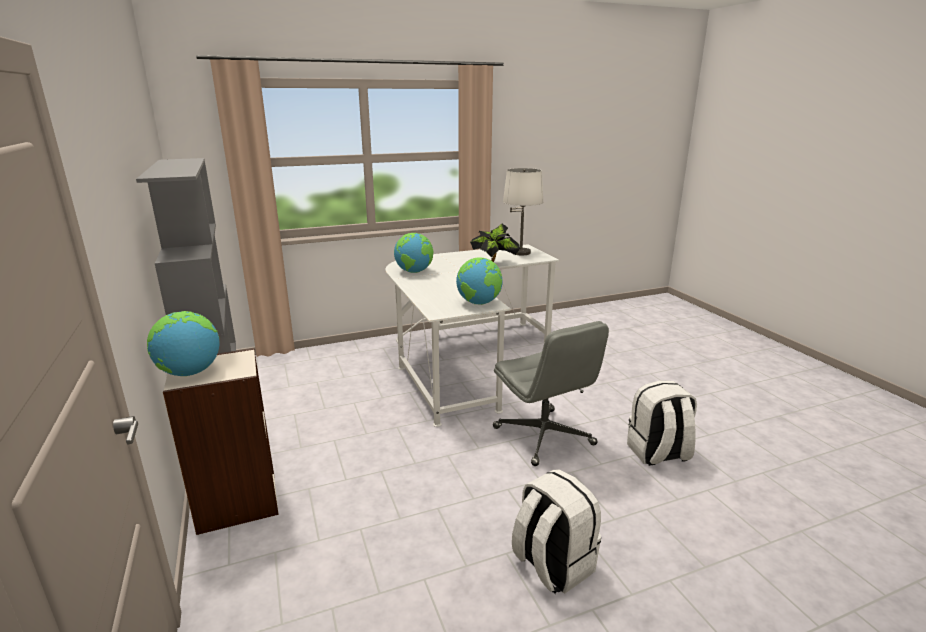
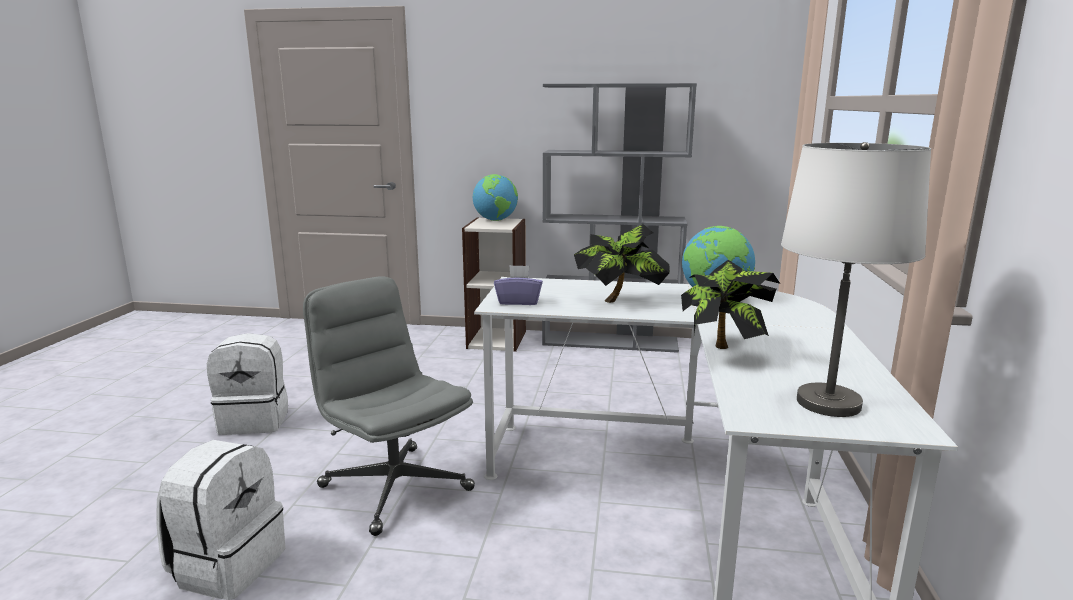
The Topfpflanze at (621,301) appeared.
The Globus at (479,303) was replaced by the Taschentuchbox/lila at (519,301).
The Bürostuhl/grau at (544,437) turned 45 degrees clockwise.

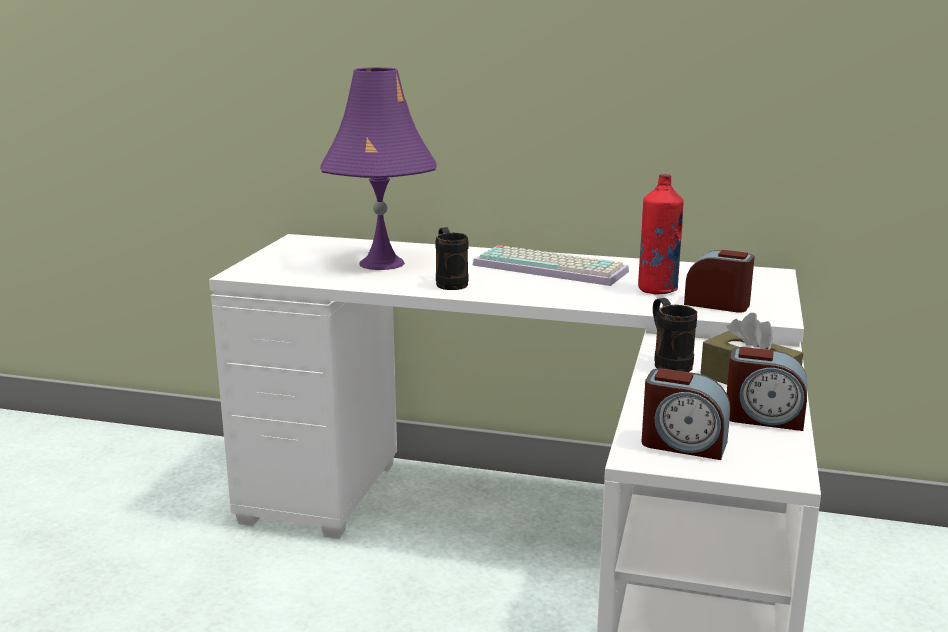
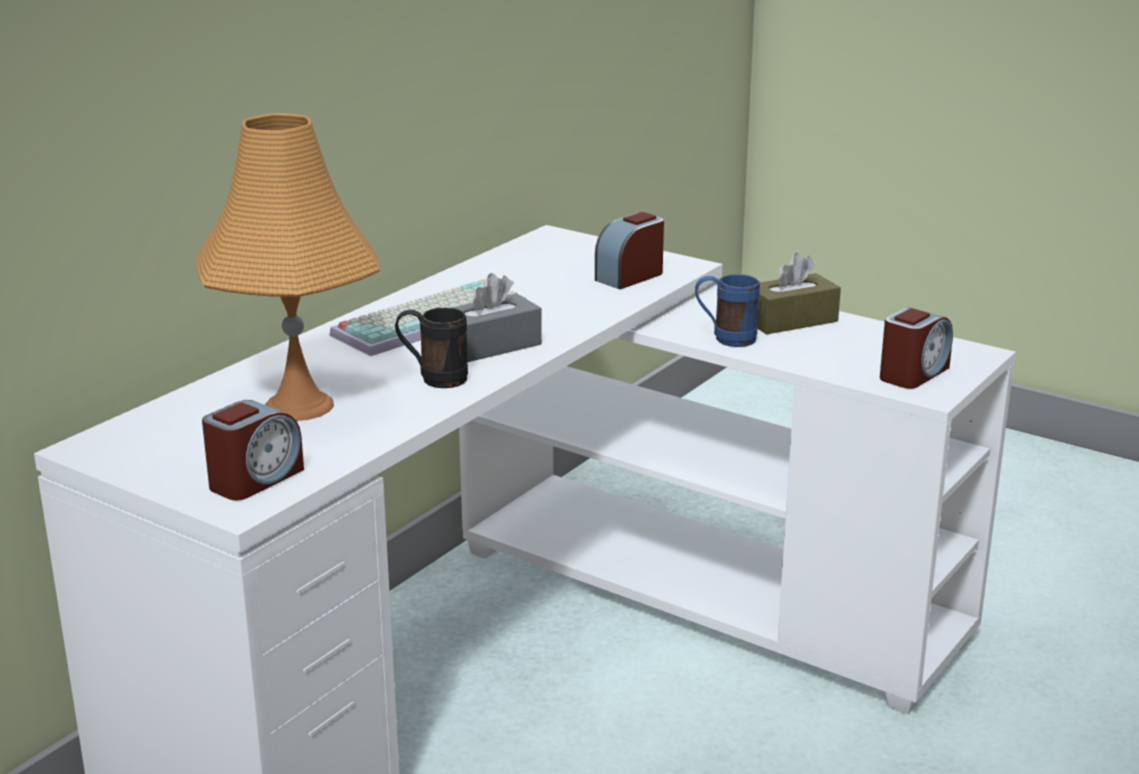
The Flasche/rot at (657,290) disappeared.
The Taschentuchbox/grau at (490,346) appeared.
The Wecker moved from (763,418) to (255,479).
The Tischlampe/lila at (381,263) became the Tischlampe/orange at (299,406).
The Henkelbecher/schwarz at (668,363) became the Henkelbecher/blau at (725,339).

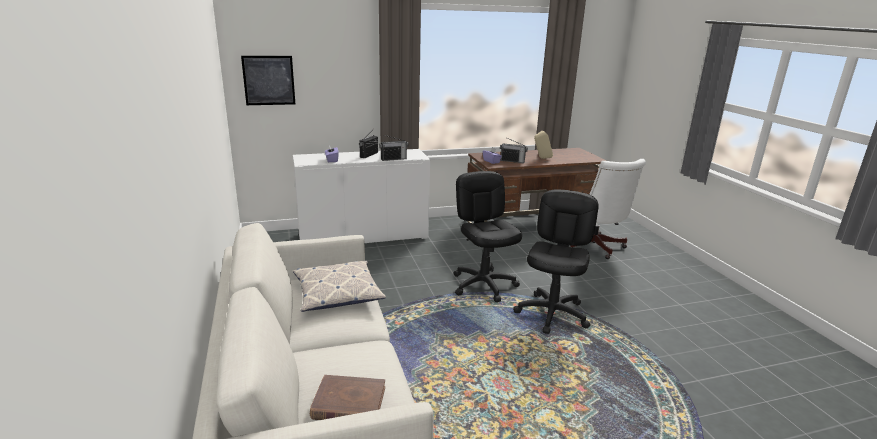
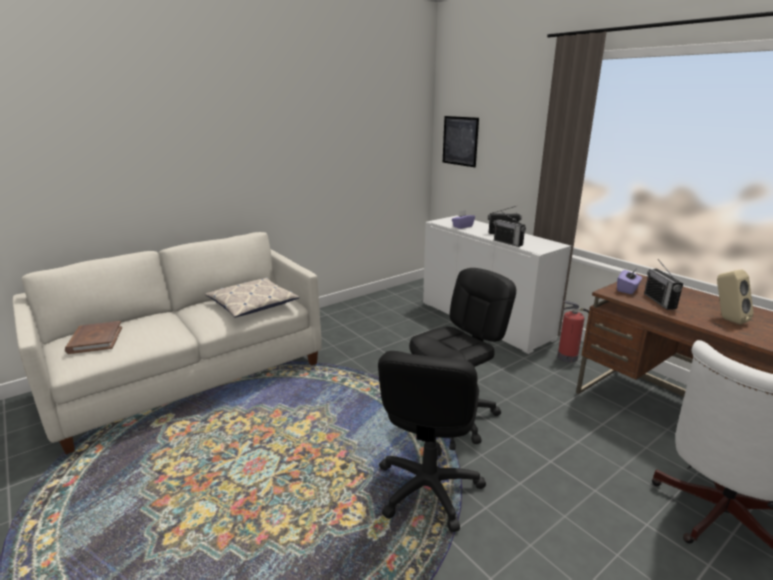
The Feuerlöscher at (568,357) appeared.
The Bürostuhl/schwarz at (552,314) turned 105 degrees clockwise.

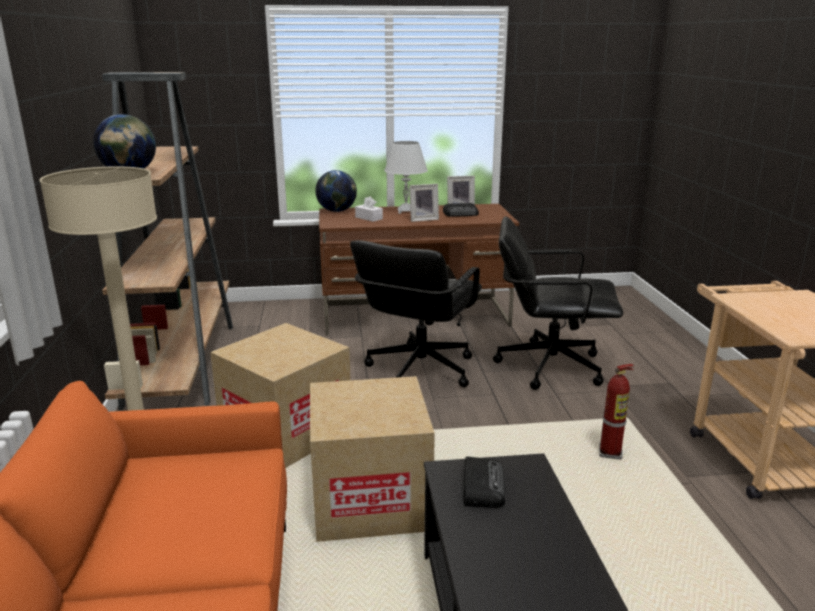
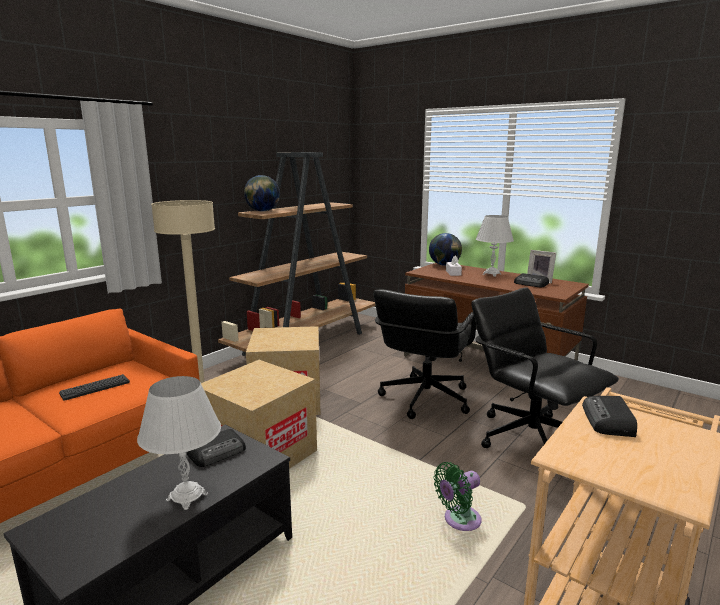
The Bilderrahmen at (423,219) disappeared.
The Tastatur at (95,388) appeared.
The Tischlampe/weiß at (187,497) appeared.
The Radio at (608,421) appeared.
The Feuerlöscher at (610,453) was replaced by the Ventilator/grün at (459,520).
The Bürostuhl/schwarz at (419,370) turned 45 degrees counterclockwise.

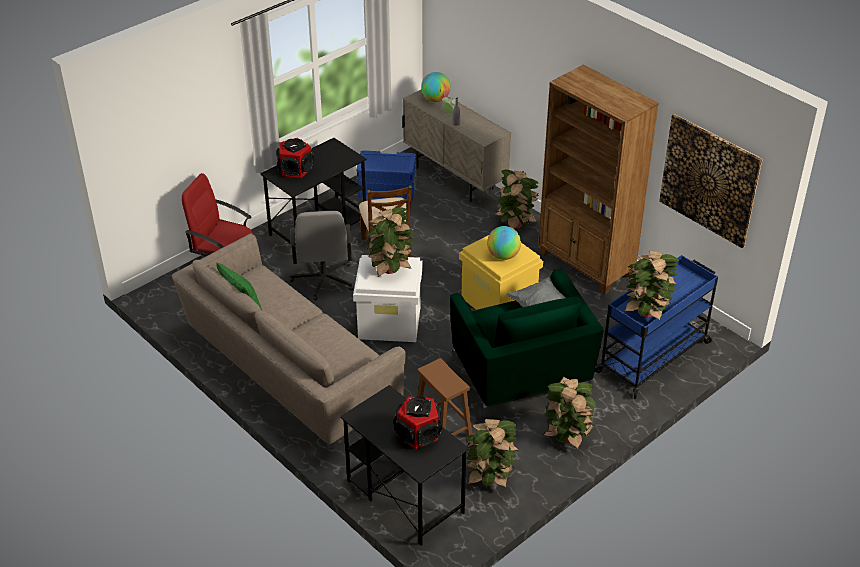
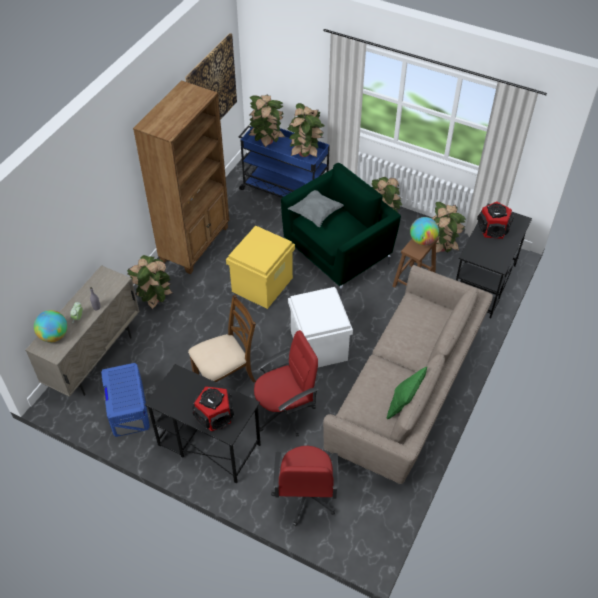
The Topfpflanze moved from (391,269) to (267,140).
The Globus moved from (503,256) to (422,241).
The Bürostuhl/grau at (323,280) became the Bürostuhl/rot at (285,411).

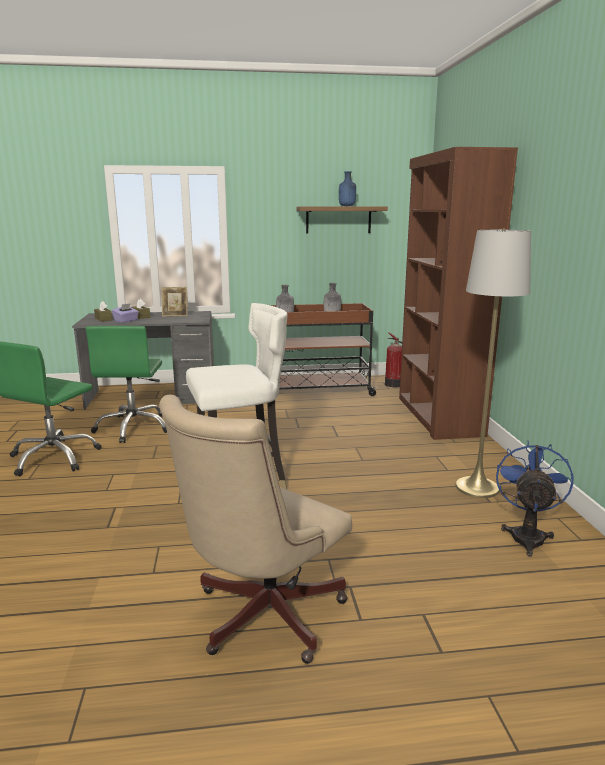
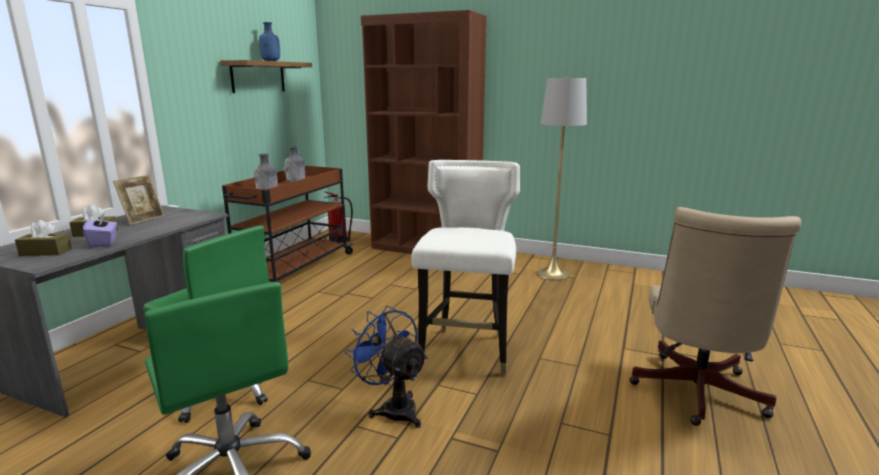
The Ventilator/blau moved from (527,535) to (393,407).
The Bürostuhl/beige at (261,617) turned 45 degrees clockwise.

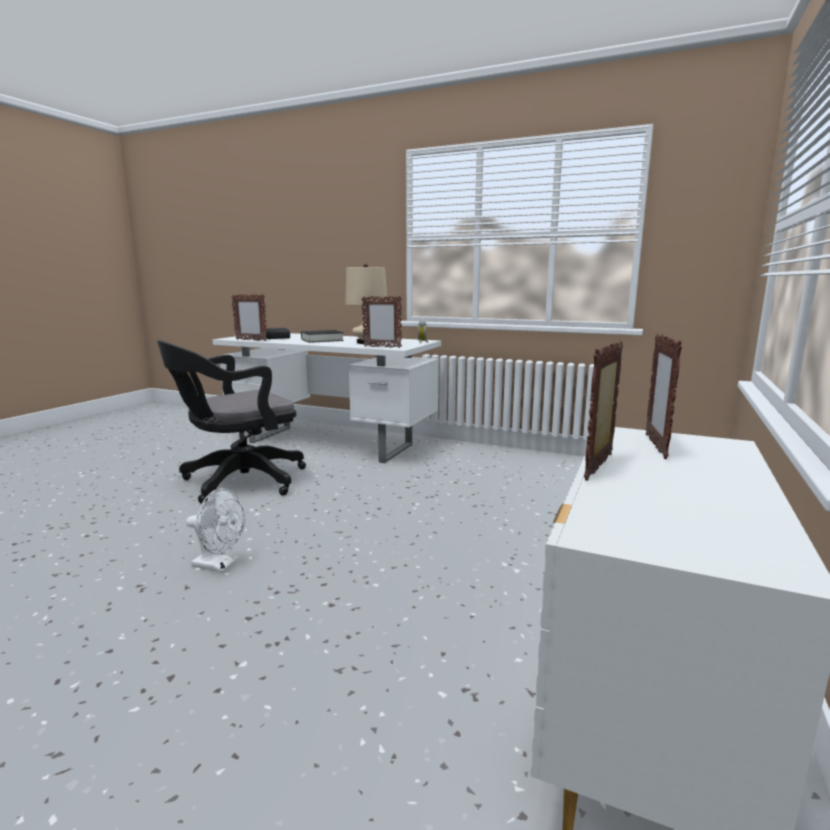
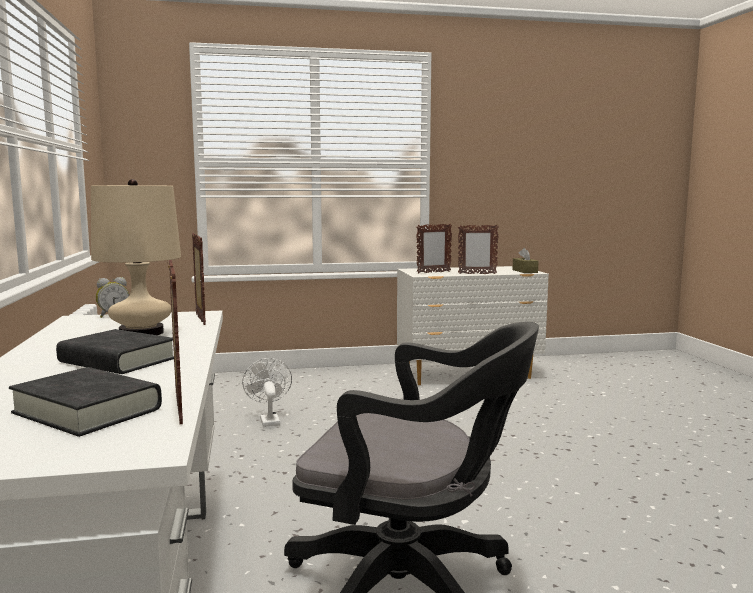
The Taschentuchbox/braun at (525,271) appeared.
The Ventilator/weiß moved from (220,565) to (268,420).

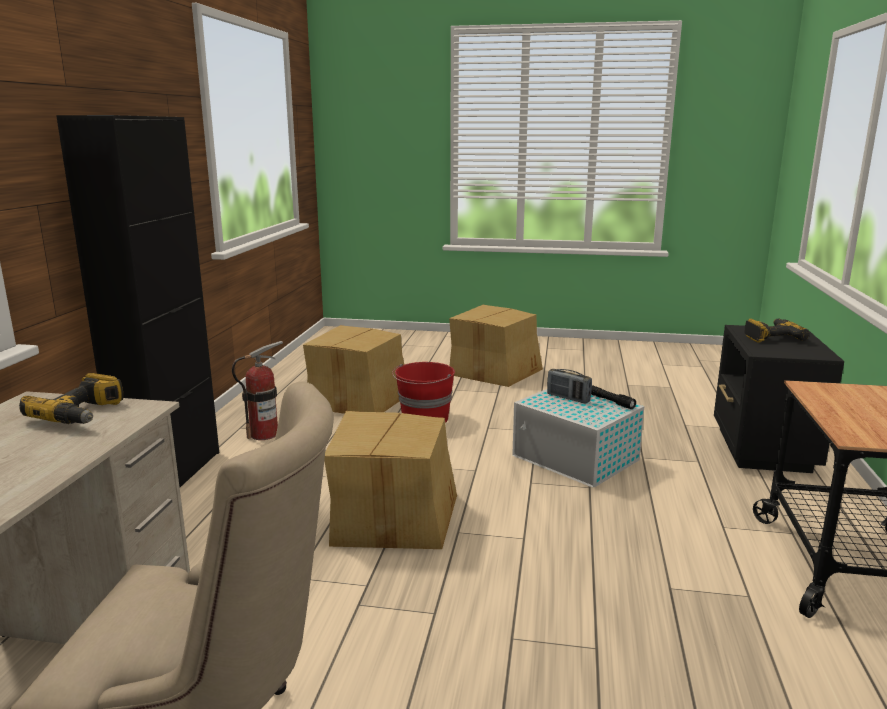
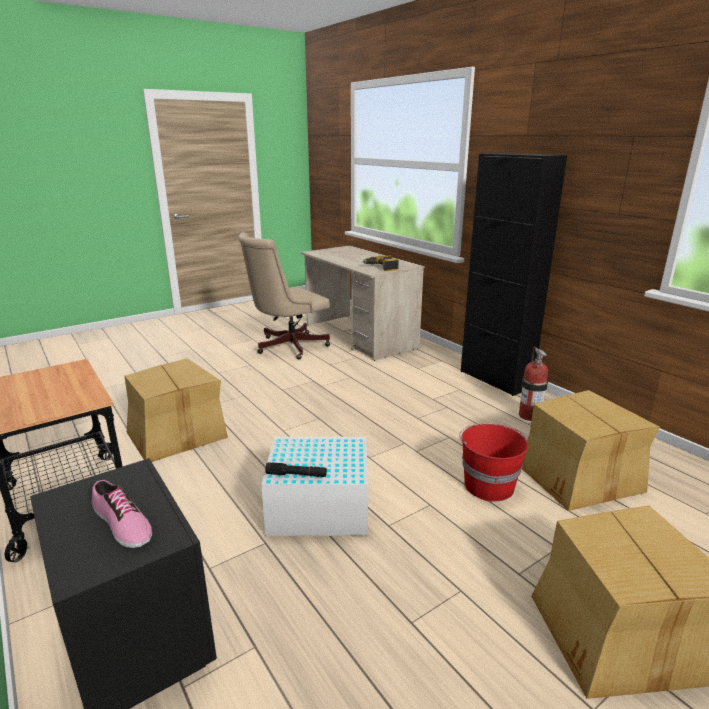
The Radio at (568,398) disappeared.
The Karton moved from (392,516) to (176,434).
The Bohrmaschine at (771,337) was replaced by the Schuh at (121,524).

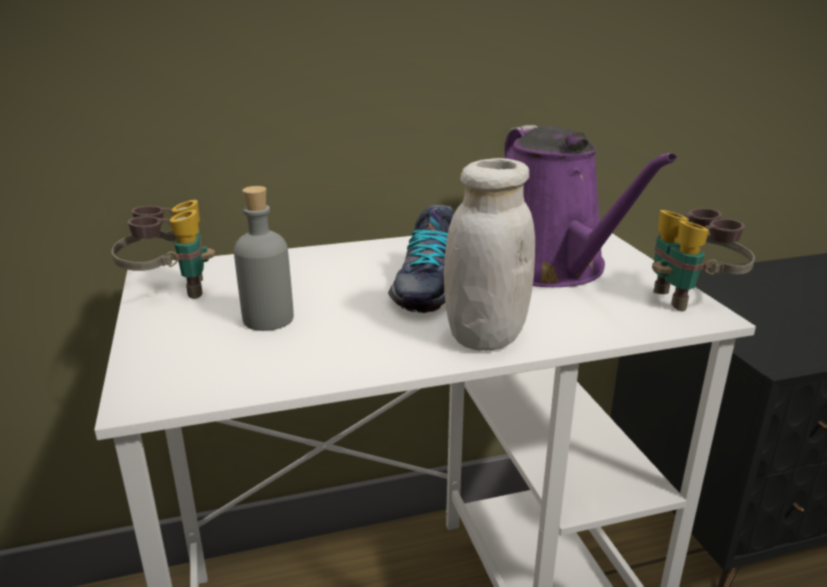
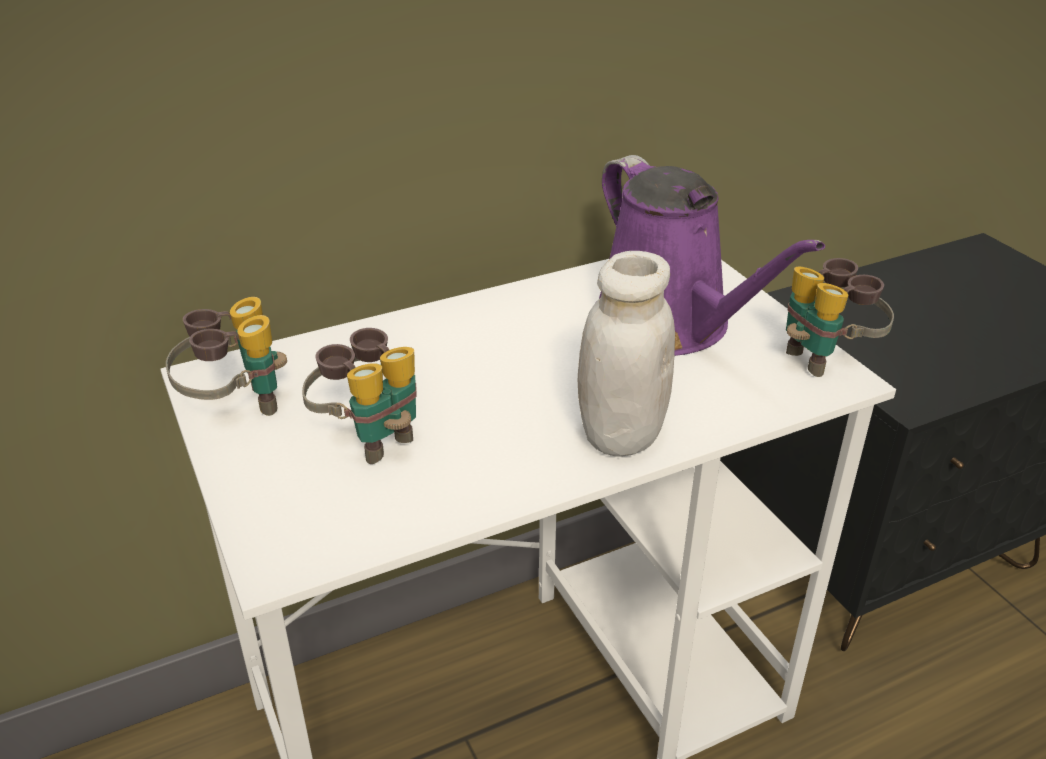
The Schuh at (425,285) disappeared.
The Flasche/grau at (268,319) was replaced by the Fernglas at (371,437).

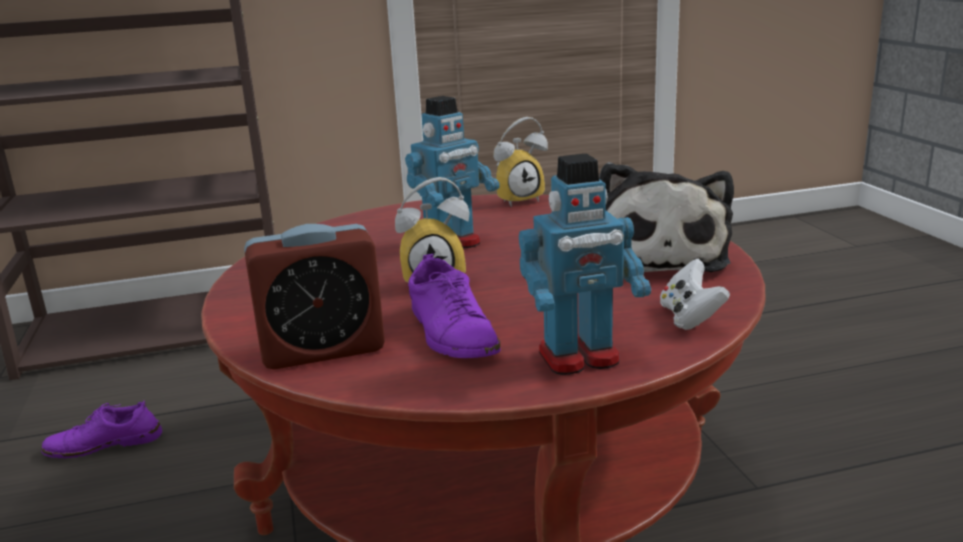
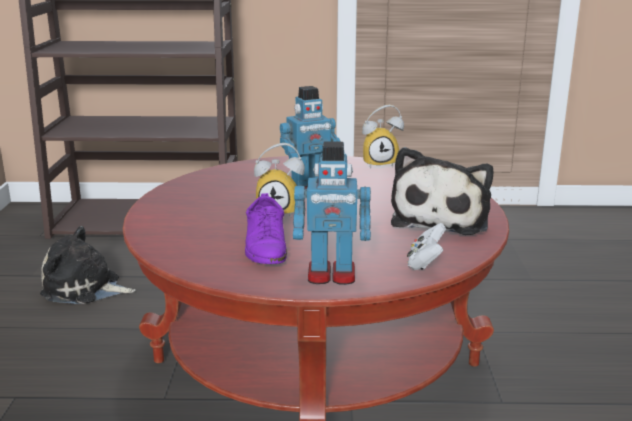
The Wecker at (322,350) disappeared.
The Schuh/lila at (104,444) was replaced by the Plüschtier at (85,289).

